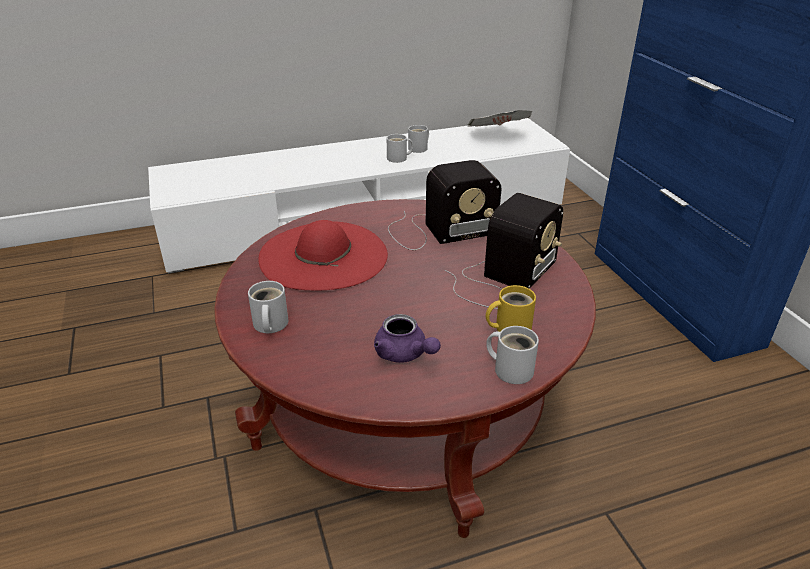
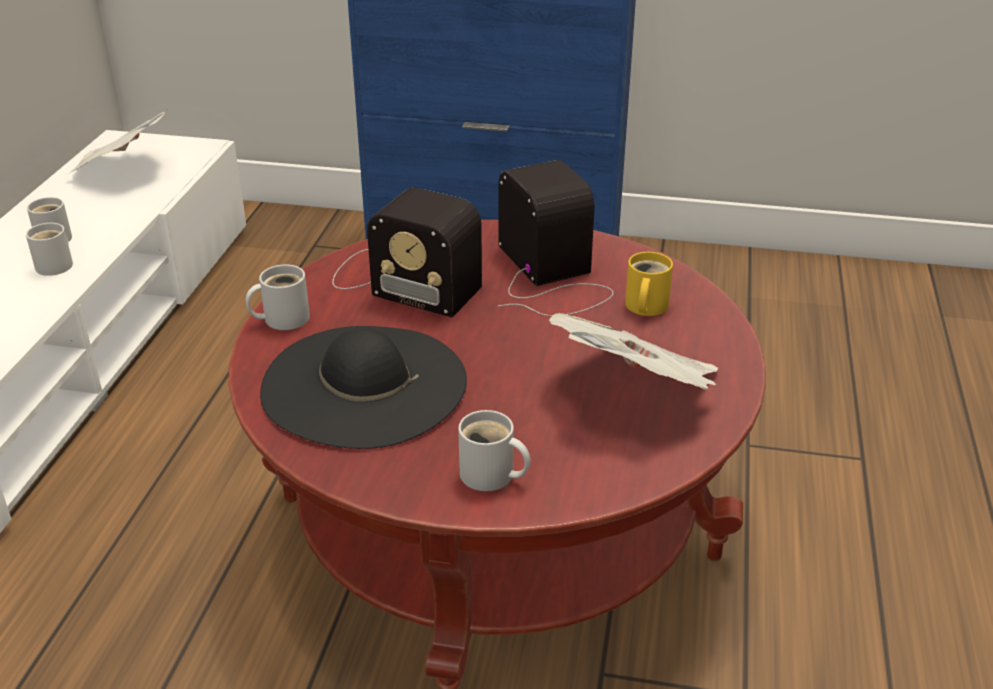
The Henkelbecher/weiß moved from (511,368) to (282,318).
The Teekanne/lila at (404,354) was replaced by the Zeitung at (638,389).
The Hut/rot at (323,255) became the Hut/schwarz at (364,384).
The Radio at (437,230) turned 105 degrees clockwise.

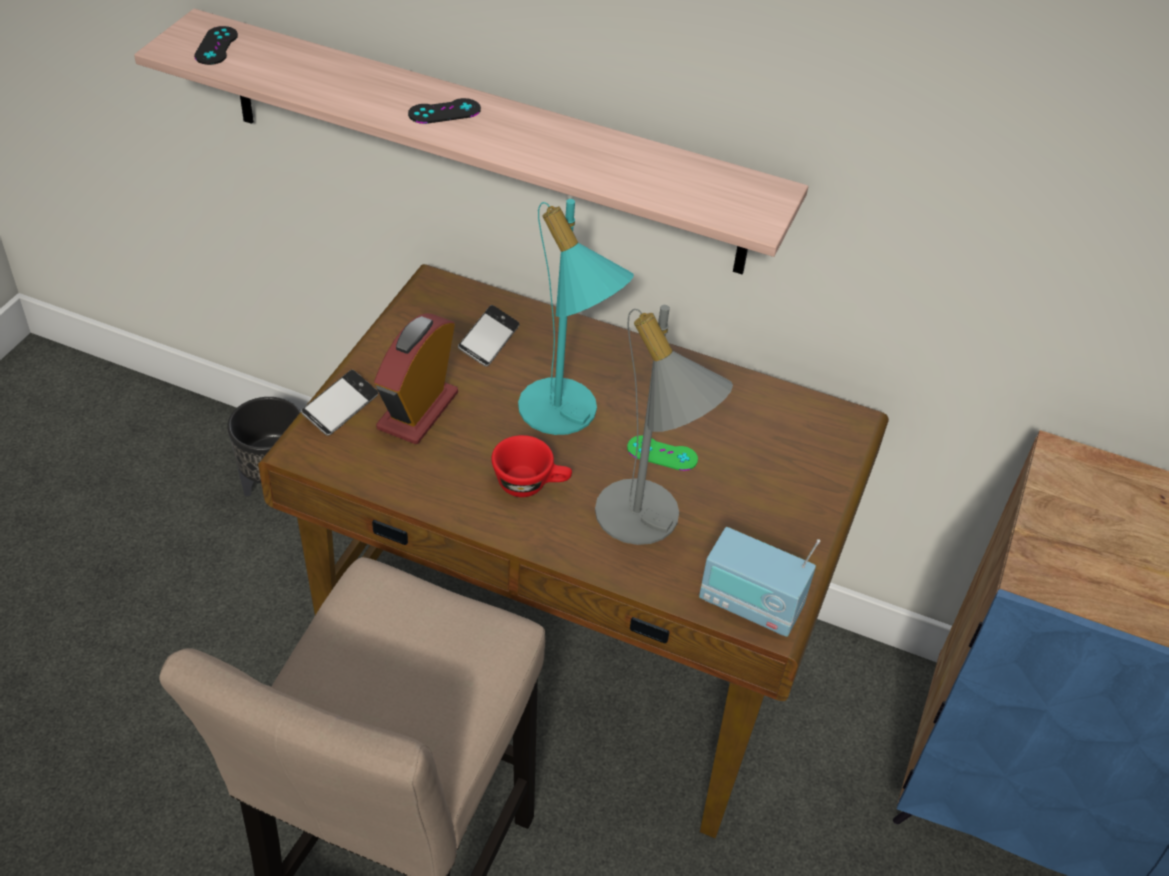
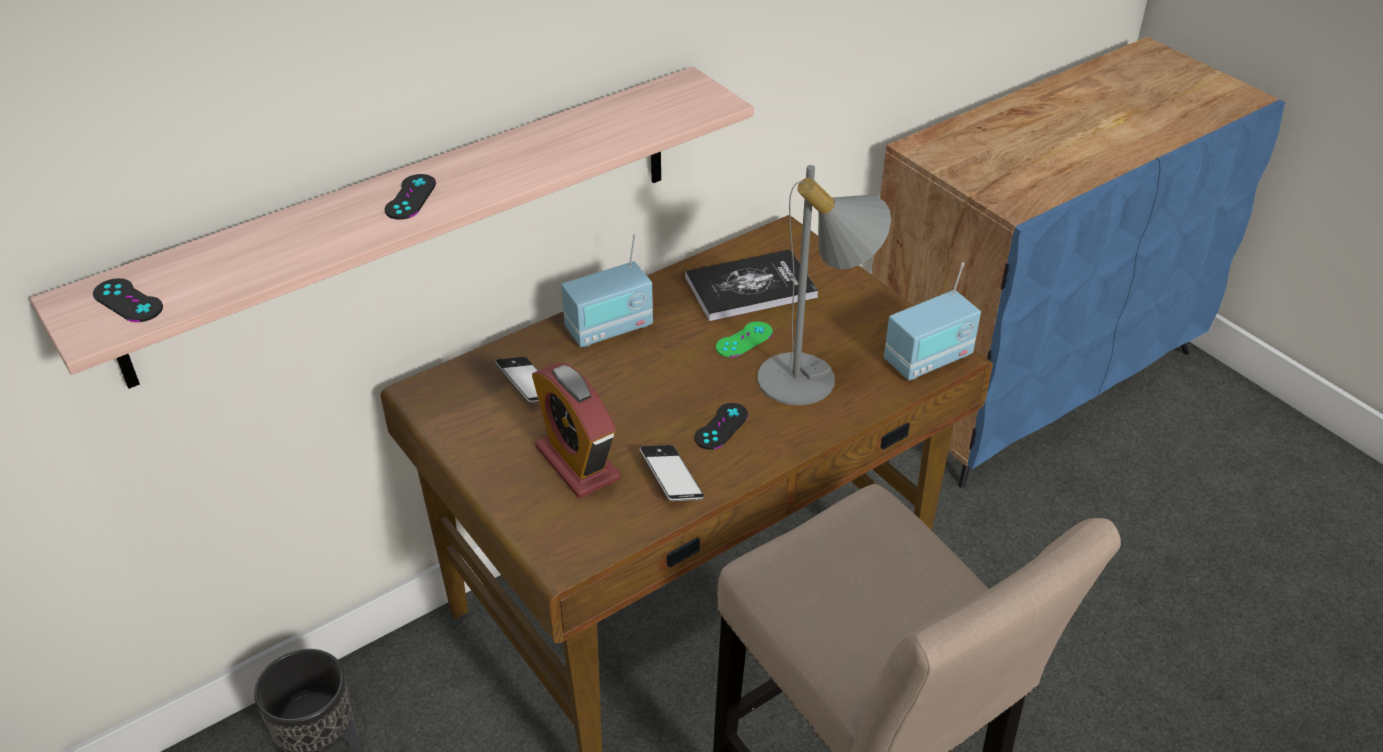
The Tischlampe/türkis at (566,417) disappeared.
The Radio at (609,329) appeared.
The Buch at (750,287) appeared.
The Handy moved from (340,407) to (671,478).
The Tasse/rot at (531,484) was replaced by the Gamepad/schwarz at (721,426).

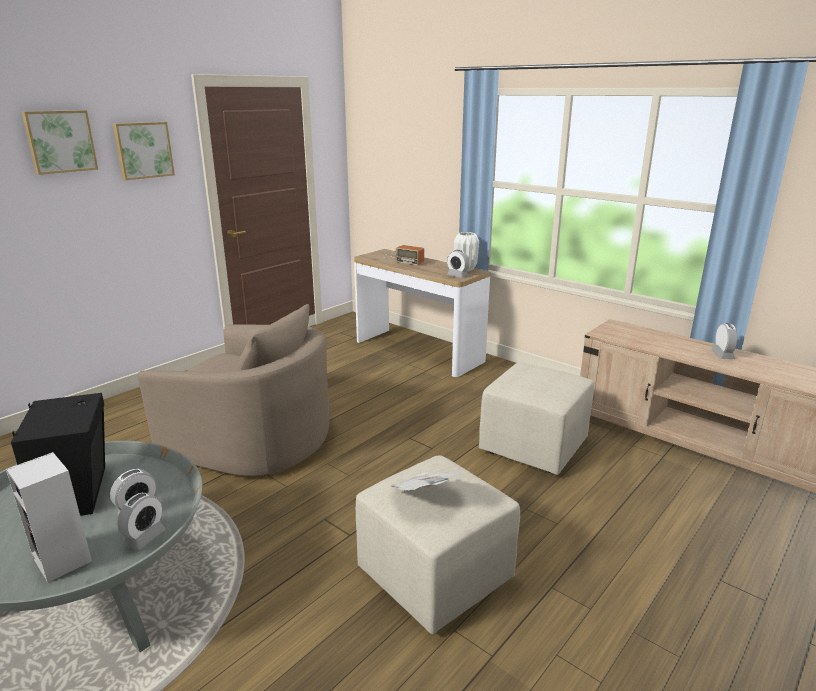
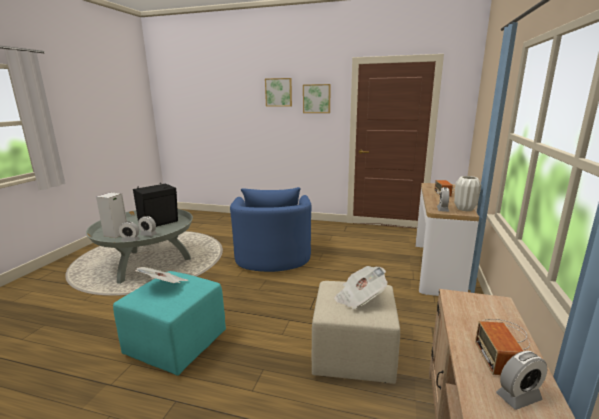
The Zeitung at (359,298) appeared.
The Radio at (503,344) appeared.
The Sessel/beige at (253,439) became the Sessel/blau at (272,254).
The Polsterhocker/beige at (433,575) became the Polsterhocker/türkis at (177,344).

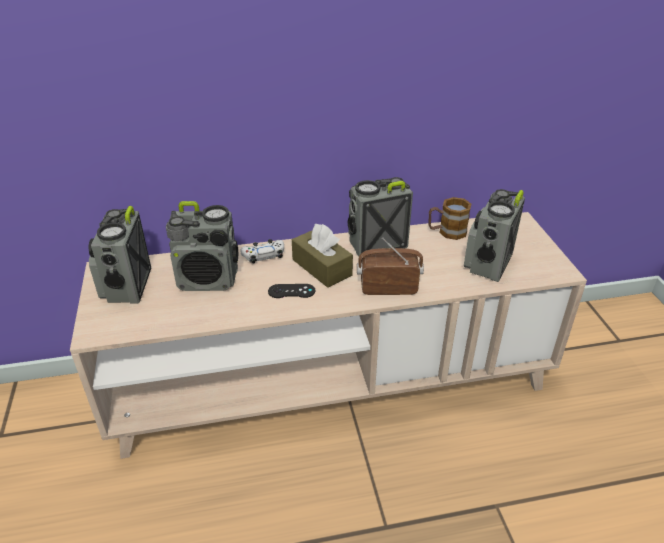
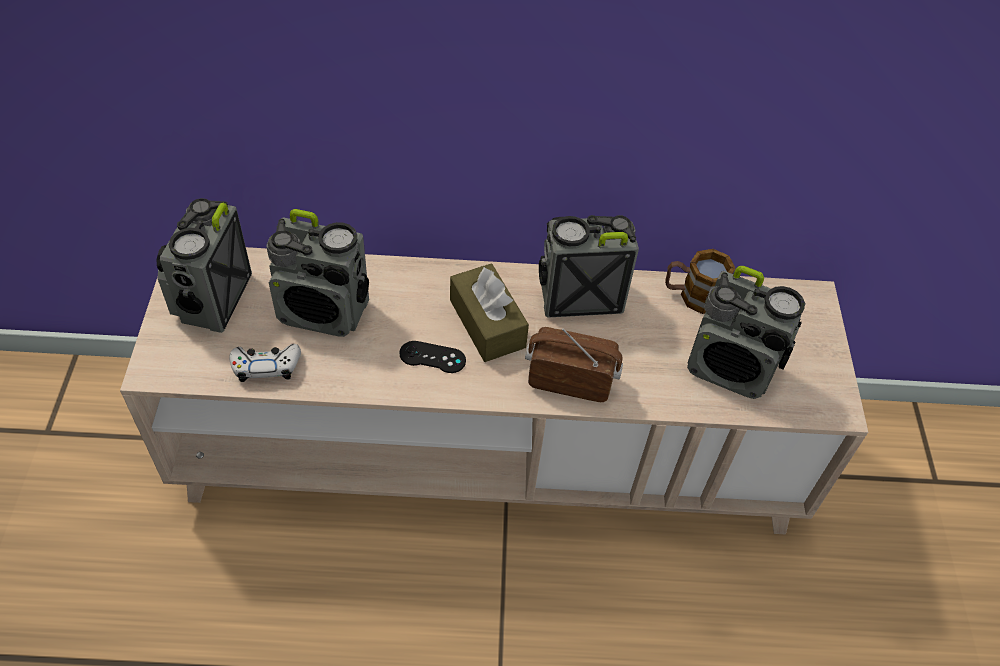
The Gamepad/weiß moved from (263,255) to (266,366).
The Radio at (487,263) turned 105 degrees counterclockwise.

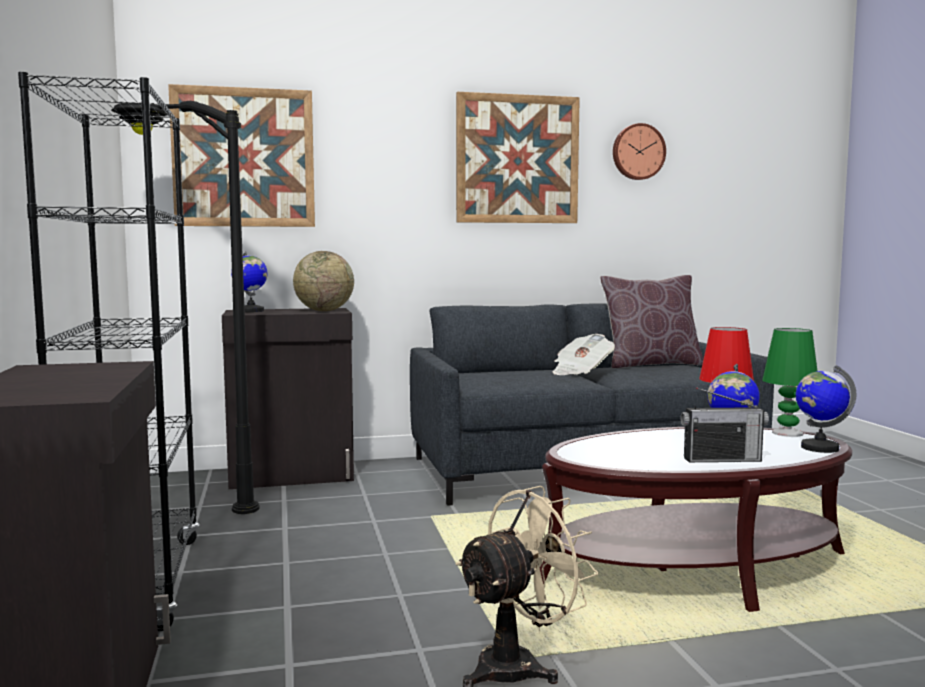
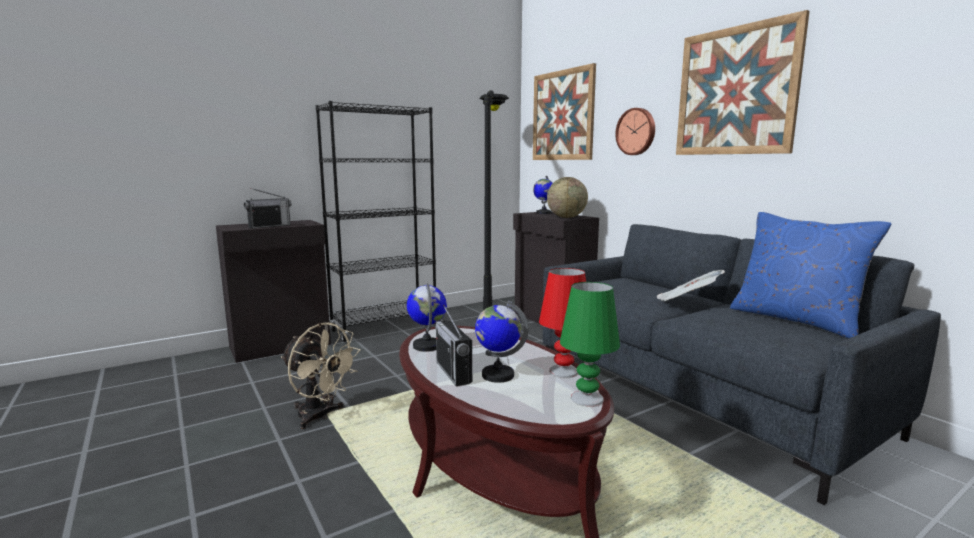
The Radio at (269,226) appeared.
The Wanduhr moved from (638,152) to (636,131).
The Globus moved from (819,448) to (427,346).
The Kissen/braun at (651,364) became the Kissen/blau at (796,320).

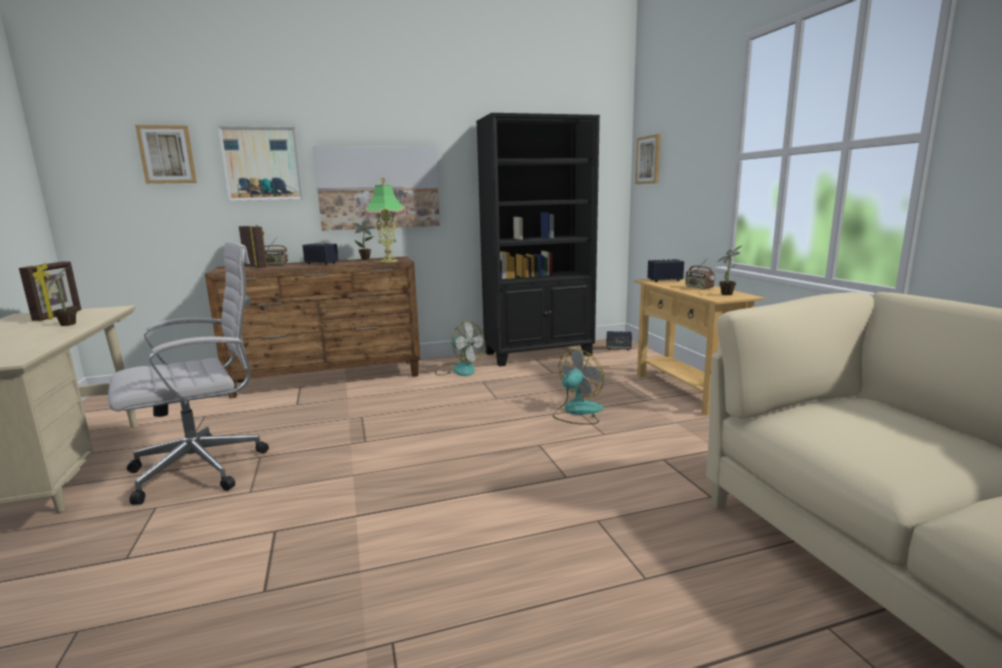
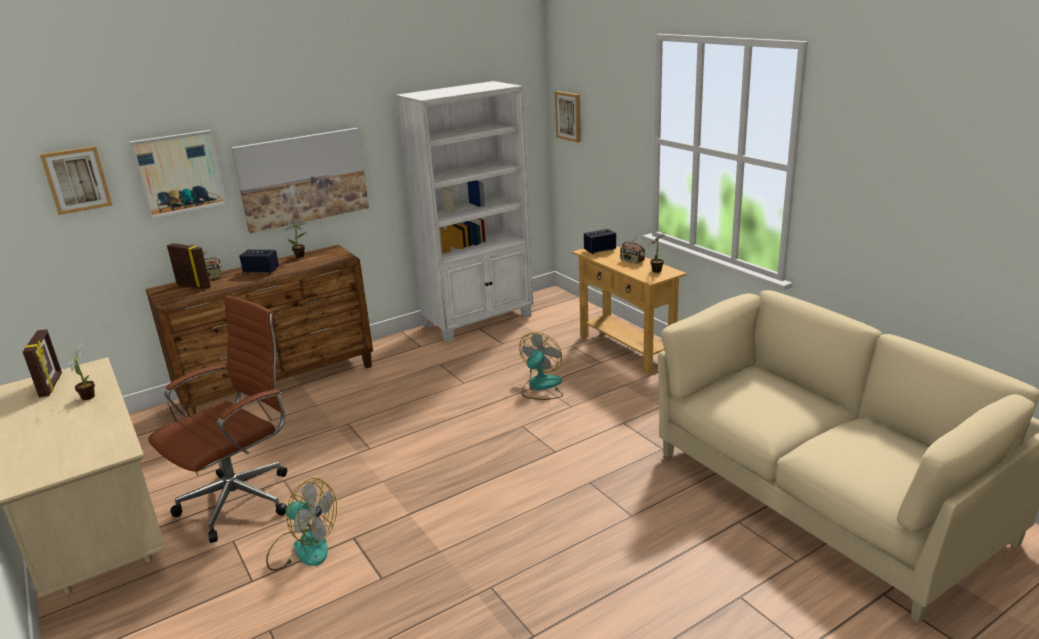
The Tischlampe at (389,261) disappeared.
The Lautsprecher at (618,348) disappeared.
The Ventilator moved from (458,369) to (302,547).
The Bürostuhl/weiß at (205,468) became the Bürostuhl/braun at (242,500).
The Bücherregal/schwarz at (539,354) became the Bücherregal/weiß at (479,321).

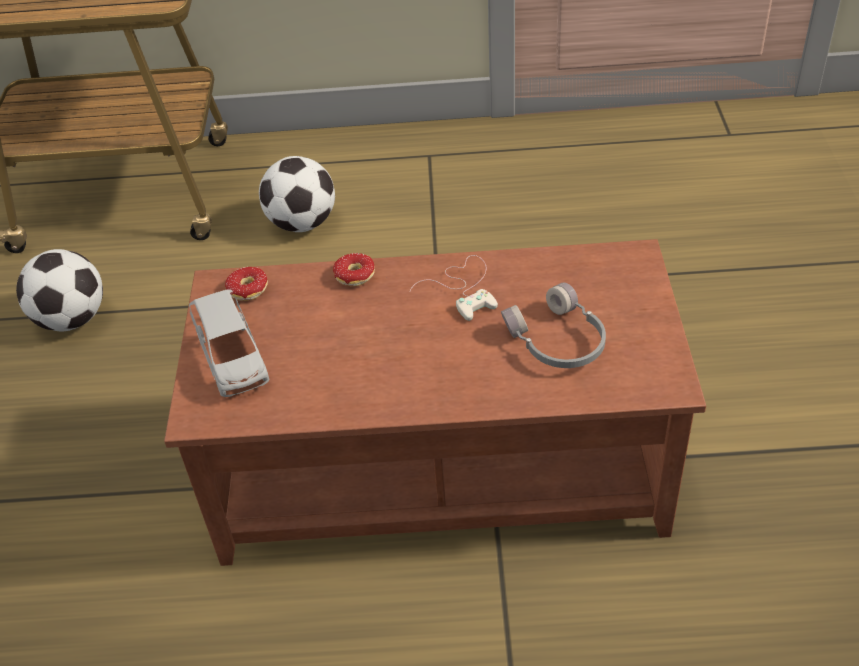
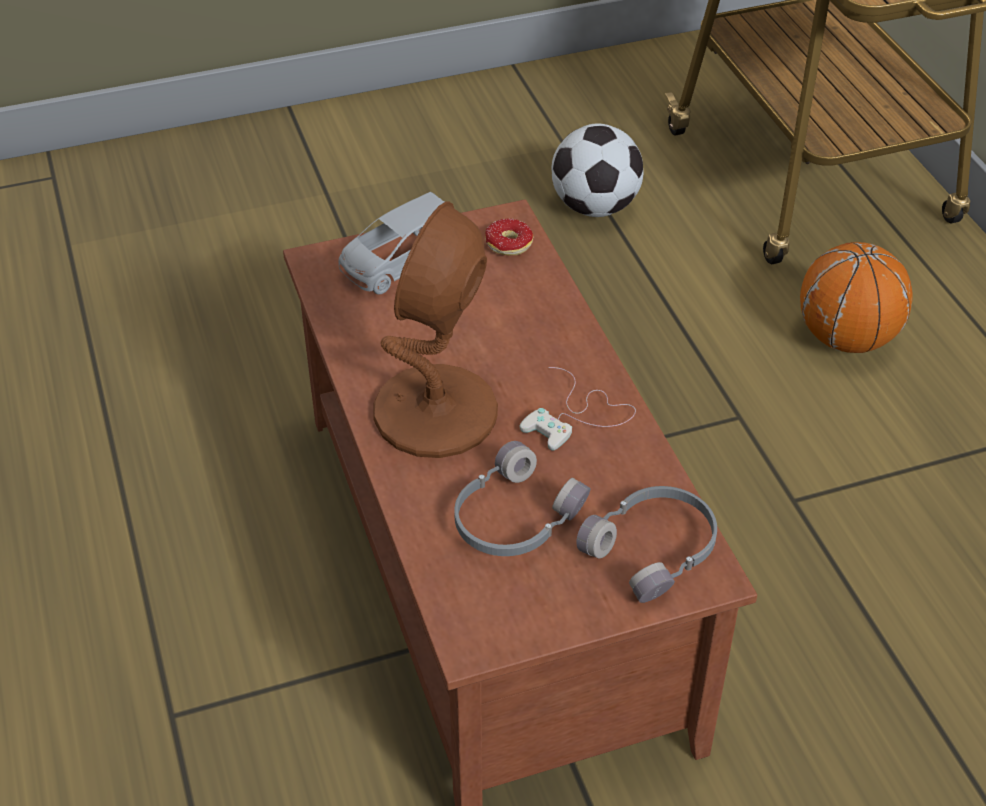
The Donut at (358,280) disappeared.
The Tischlampe/braun at (435,413) appeared.
The Kopfhörer/grau at (654,550) appeared.
The Fußball at (302,223) was replaced by the Basketball at (846,338).

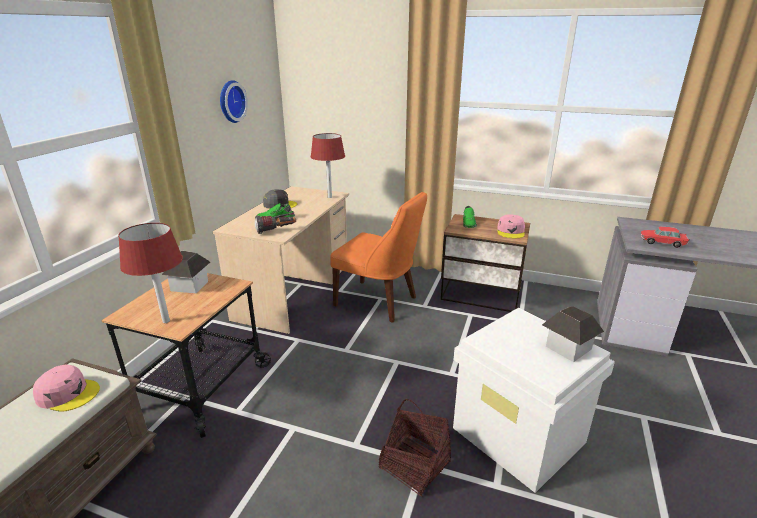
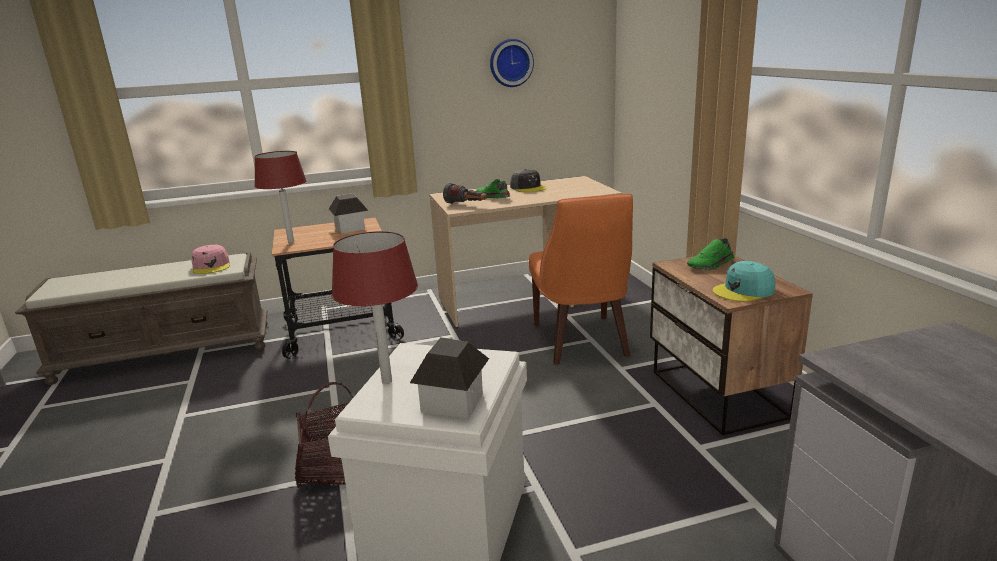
The Spielzeugauto at (662,243) disappeared.
The Tischlampe/rot moved from (330,197) to (387,381).
The Kappe/rosa at (511,231) became the Kappe/türkis at (744,291).

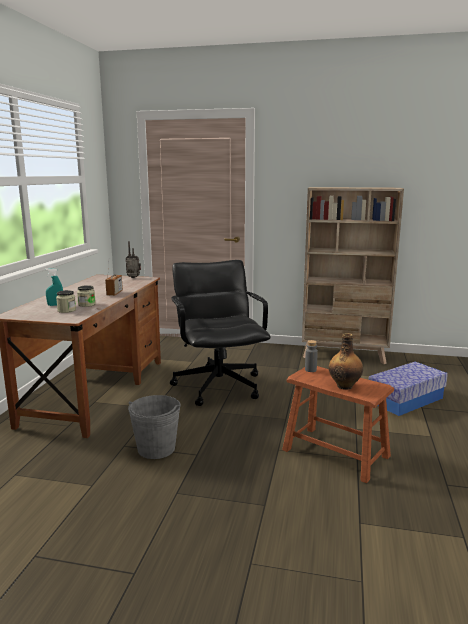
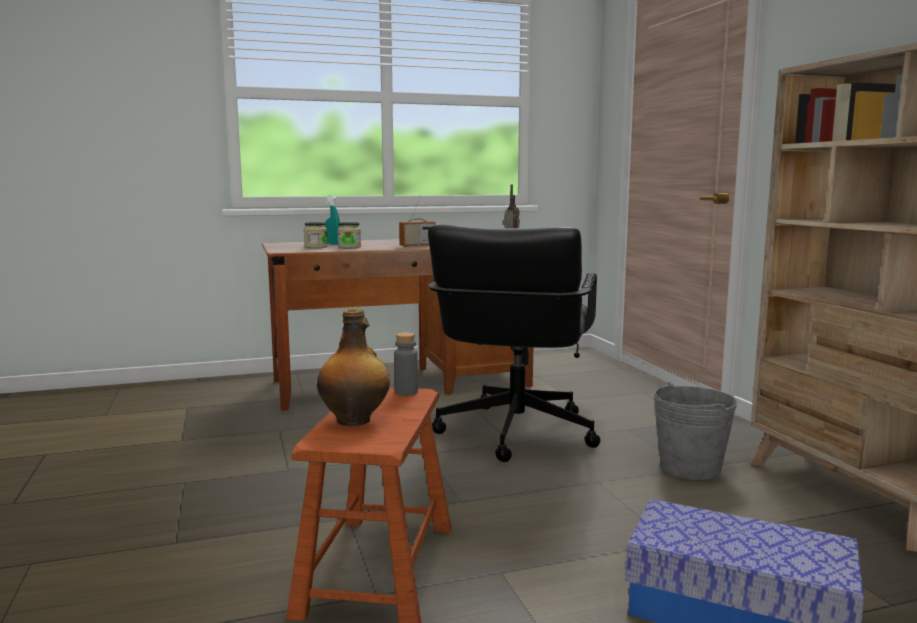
The Eimer/grau moved from (156,449) to (690,468).
The Bürostuhl/schwarz at (219,385) turned 150 degrees clockwise.

